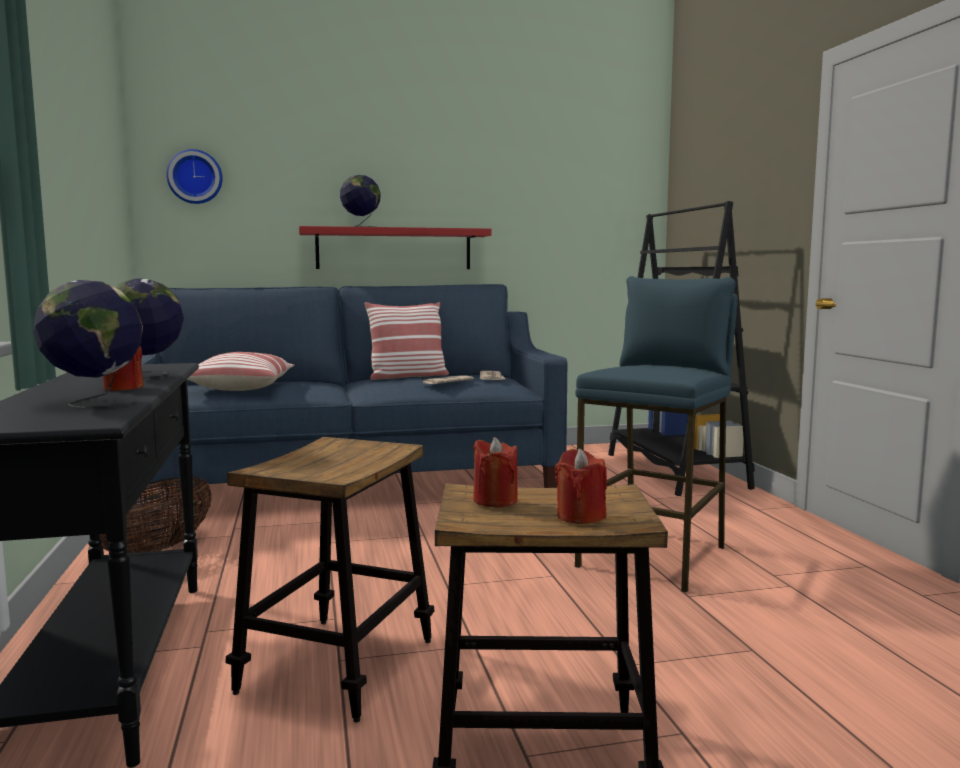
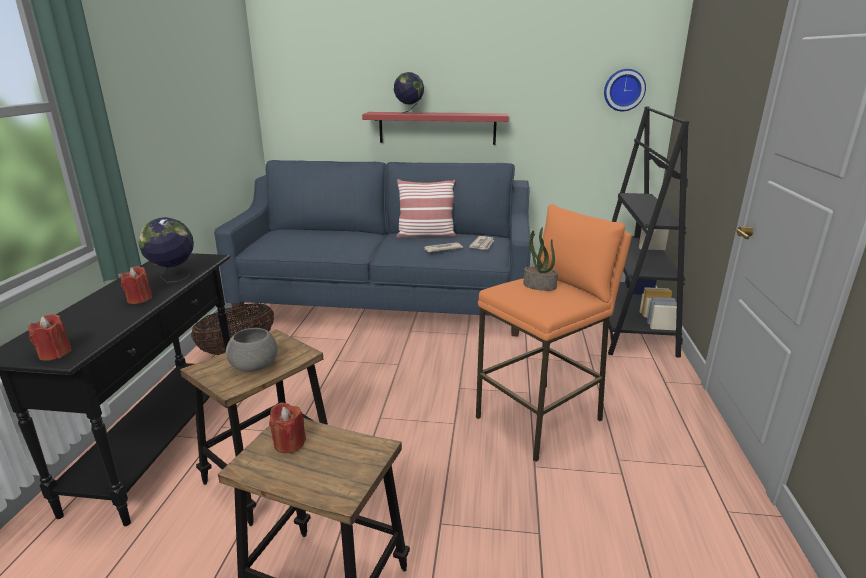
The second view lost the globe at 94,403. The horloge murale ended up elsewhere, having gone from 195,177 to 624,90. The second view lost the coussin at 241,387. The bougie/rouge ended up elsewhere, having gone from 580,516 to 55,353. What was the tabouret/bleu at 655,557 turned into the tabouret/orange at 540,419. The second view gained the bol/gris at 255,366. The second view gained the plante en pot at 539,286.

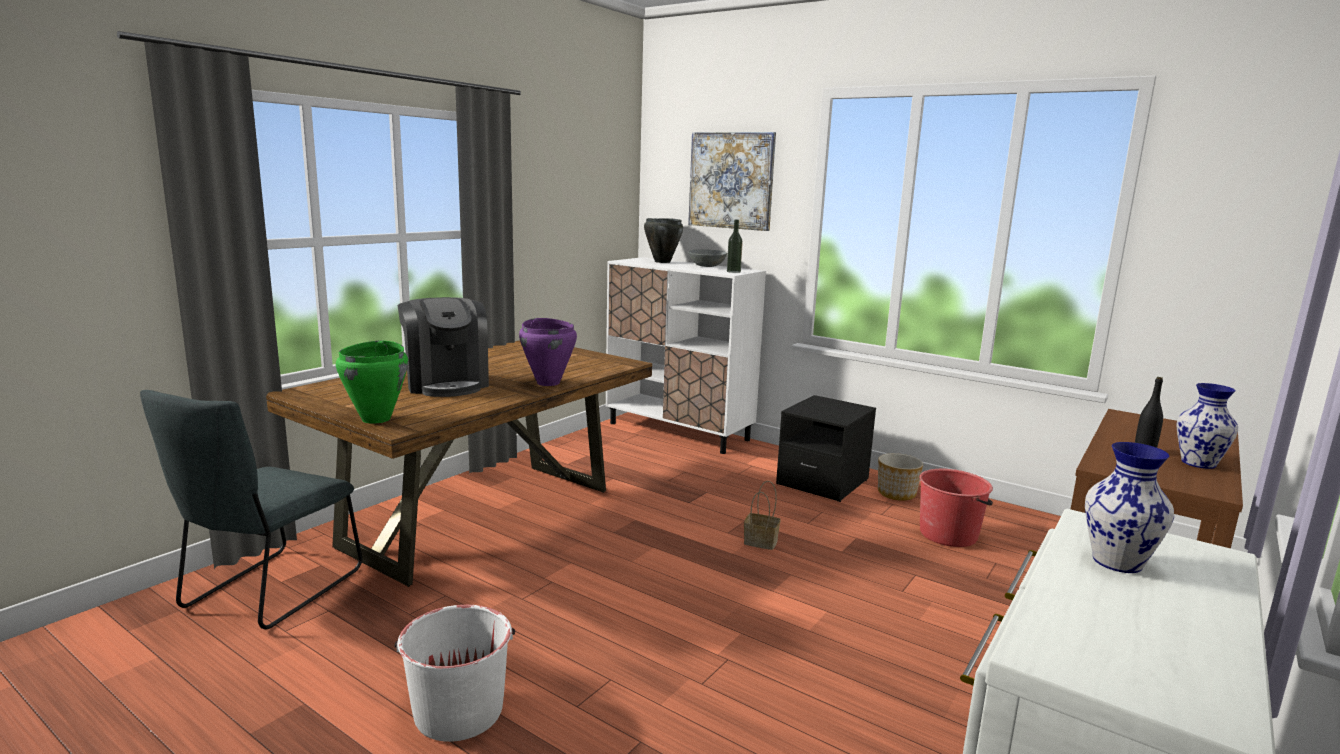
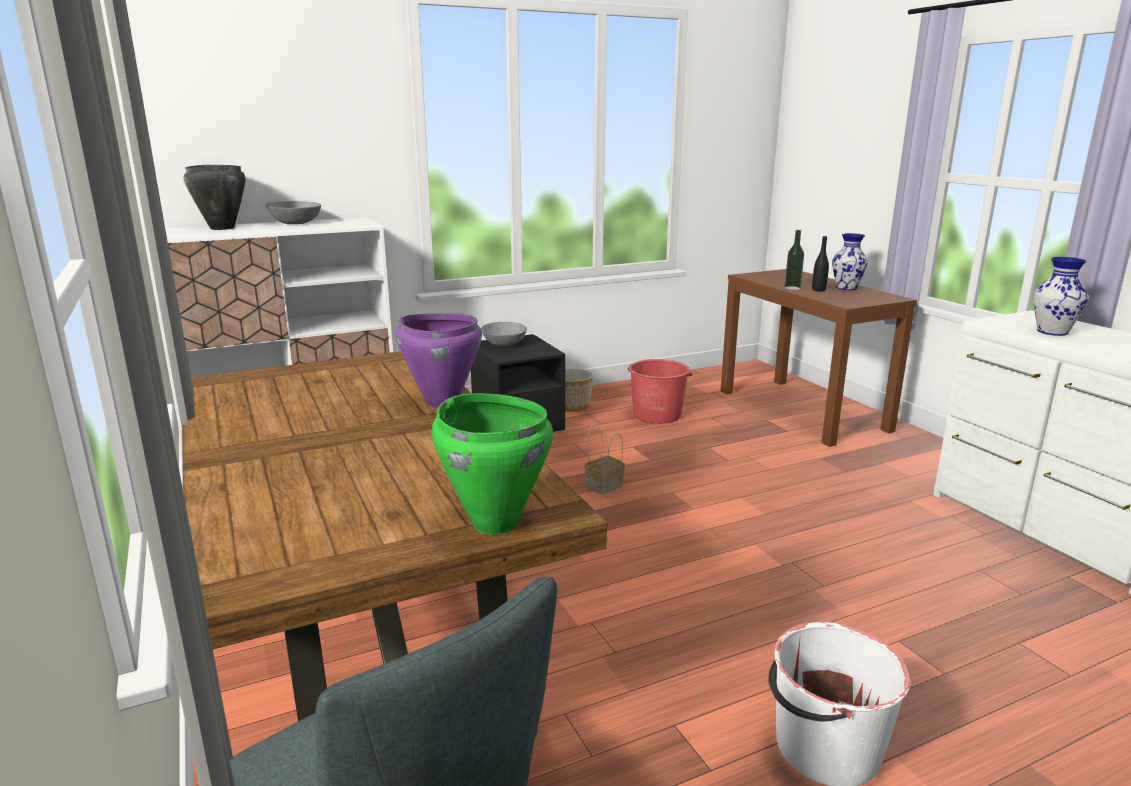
The second view lost the machine à café at 446,383. The second view lost the tableau at 731,180. The bouteille ended up elsewhere, having gone from 733,271 to 792,288. The second view gained the bol/gris at 503,344.

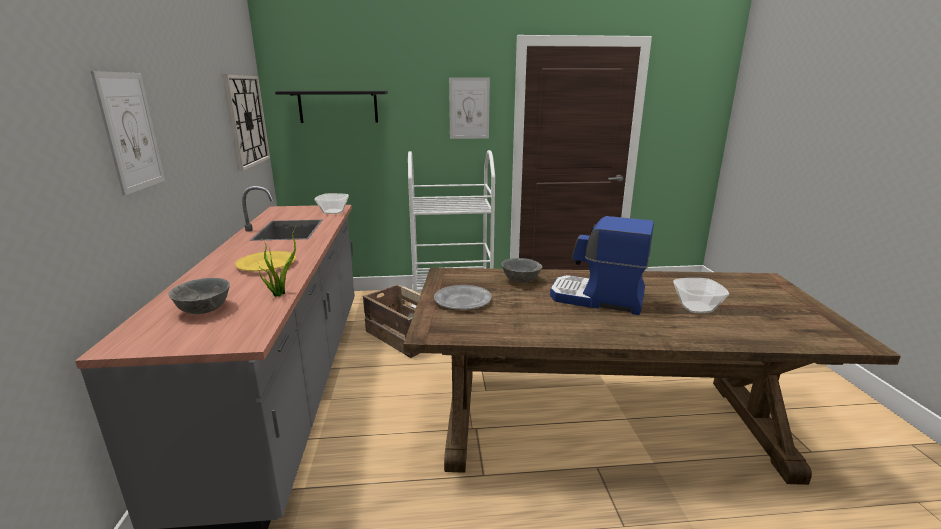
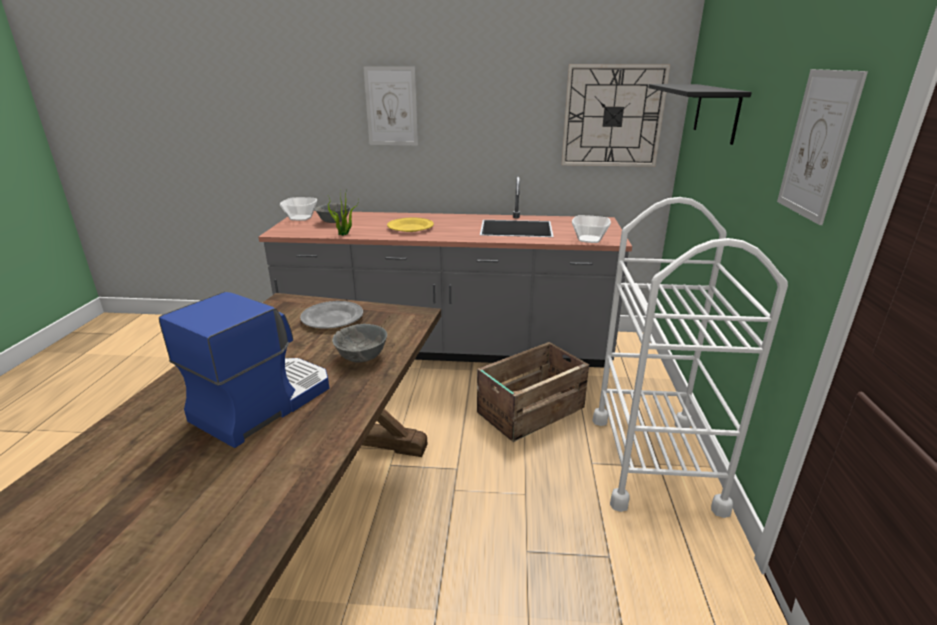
The bol ended up elsewhere, having gone from 696,308 to 300,218.

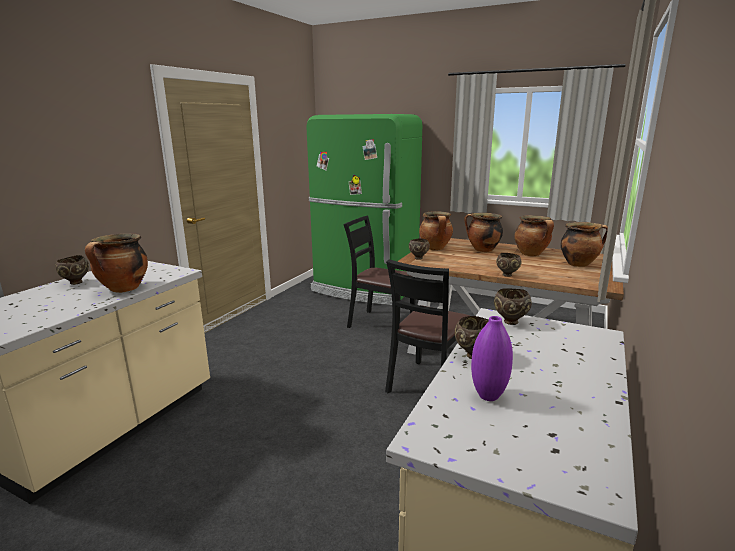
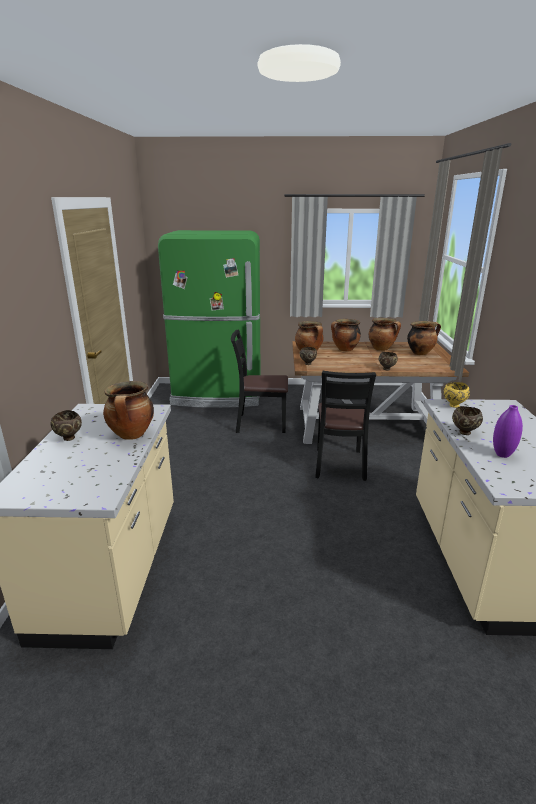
What was the bol/marron at 510,322 turned into the bol/jaune at 453,406.

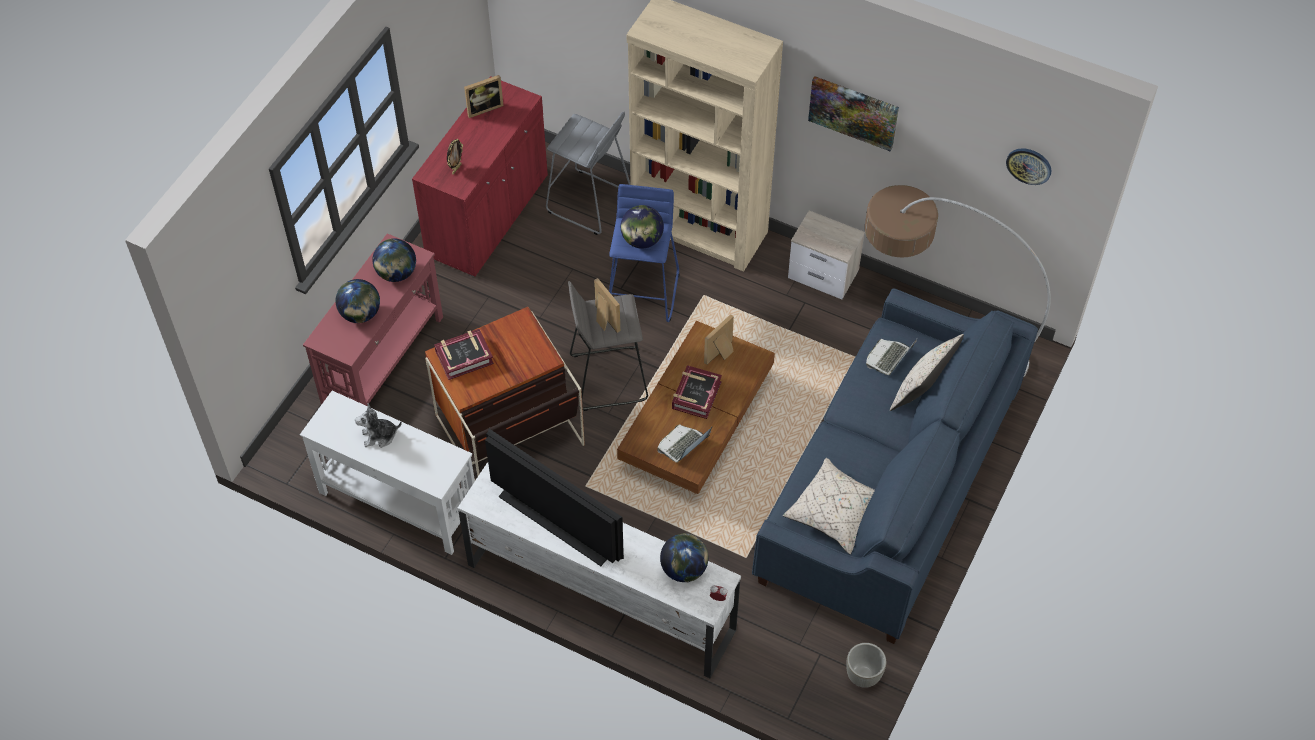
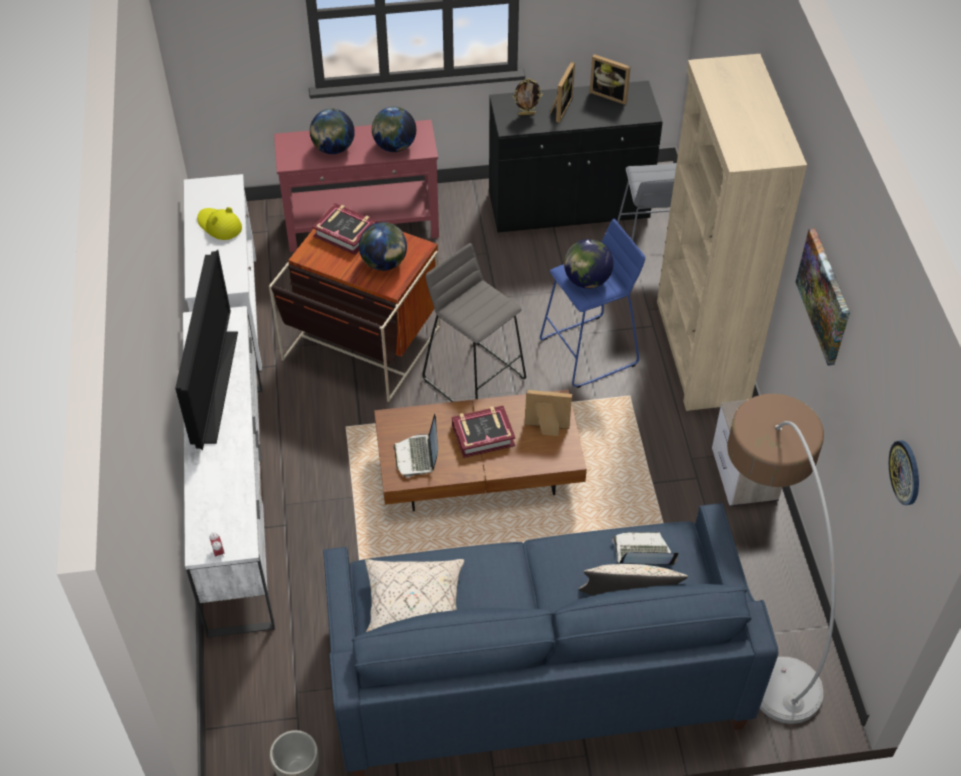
Where the peluche stood at 379,436, the chapeau/jaune came to stand at 219,225. What was the meuble de rangement/rouge at 487,216 turned into the meuble de rangement/noir at 568,206. The cadre photo ended up elsewhere, having gone from 603,320 to 559,108. The ordinateur portable at 683,445 ended up facing another way, 105 degrees counterclockwise from before. The globe ended up elsewhere, having gone from 684,569 to 384,263.

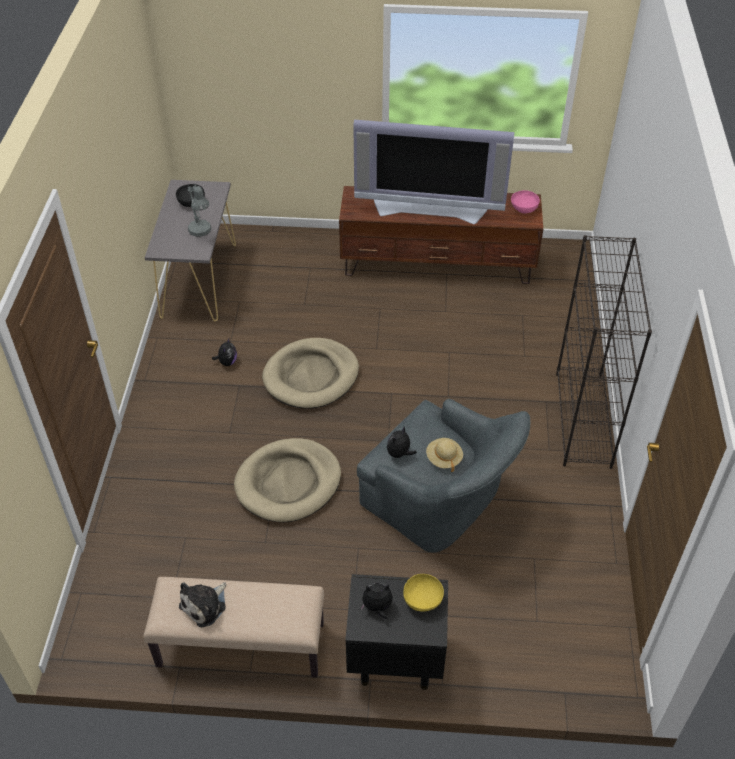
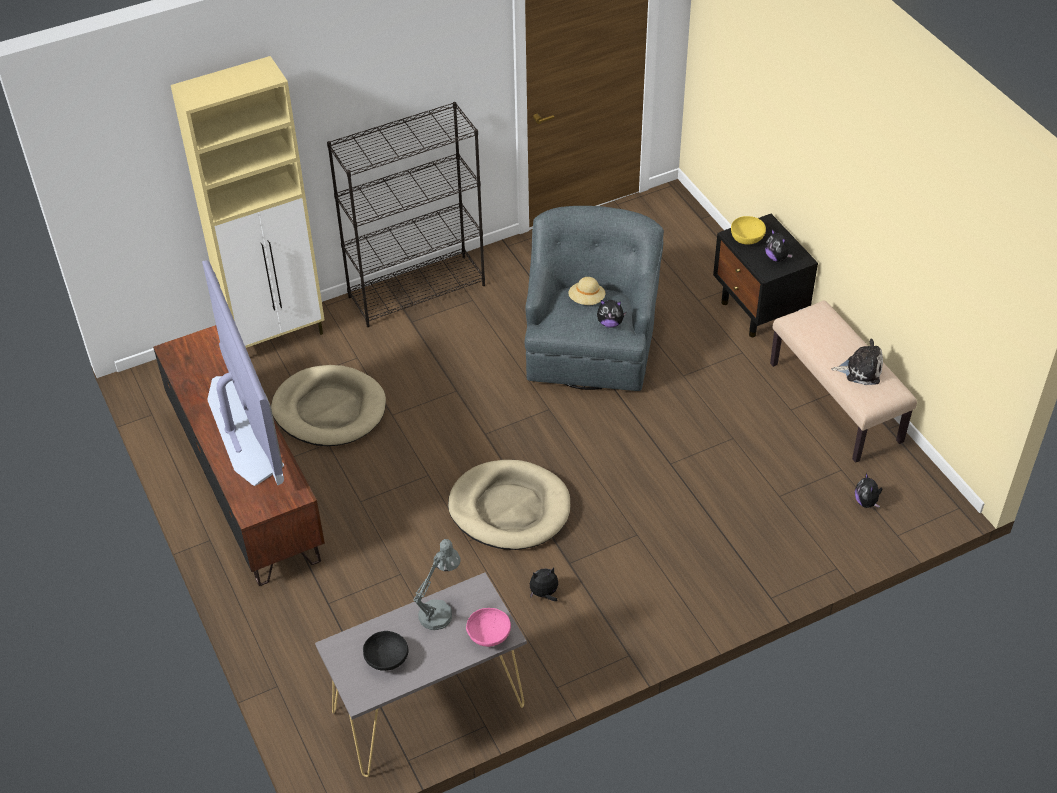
The panier pour chien/beige ended up elsewhere, having gone from 288,483 to 329,409. The bol/rose ended up elsewhere, having gone from 523,208 to 488,636. The second view gained the meuble de rangement/beige at 278,336. The second view gained the peluche at 866,502.

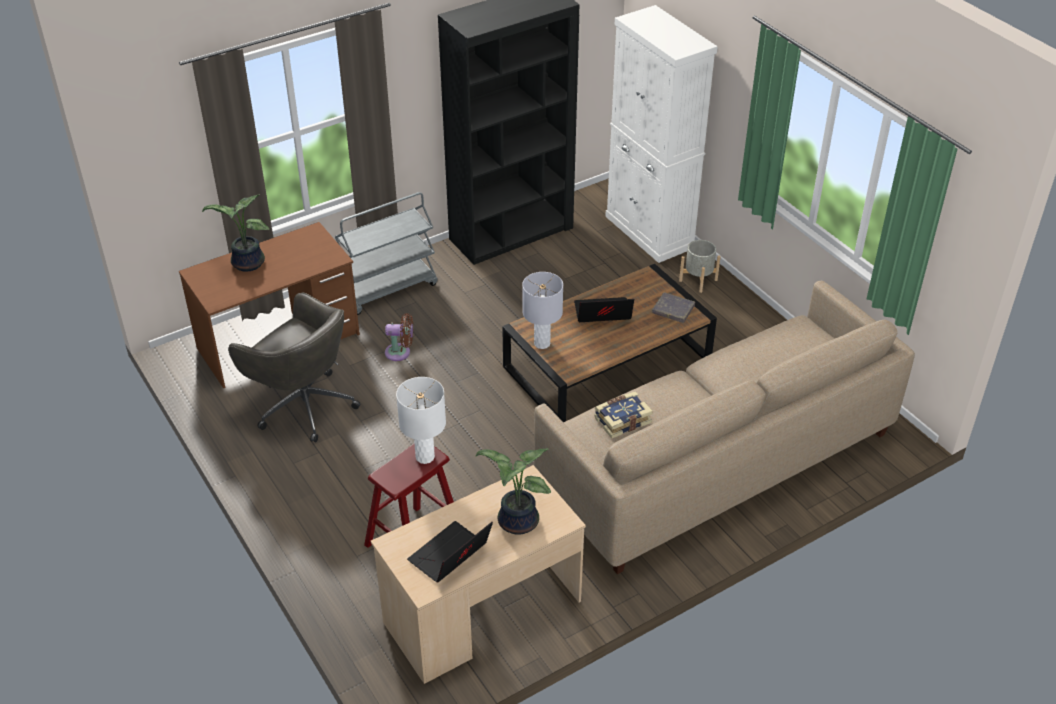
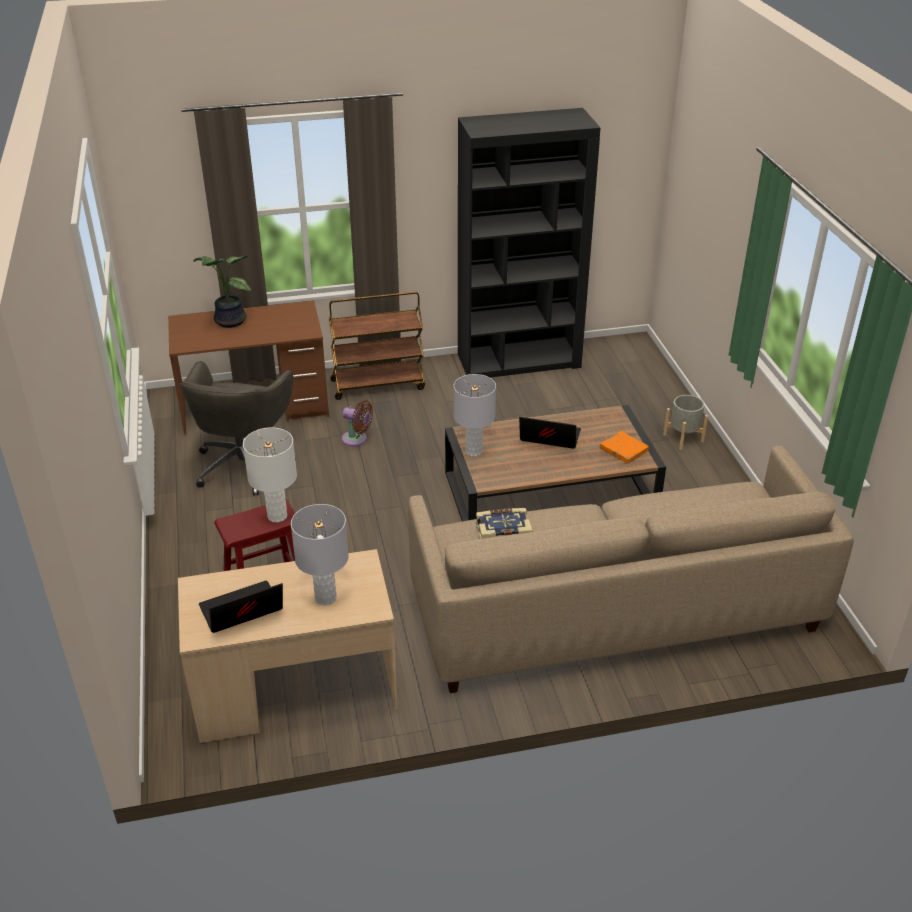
The chaise de bureau/gris at 303,405 ended up facing another way, 45 degrees clockwise from before. What was the chariot/gris at 389,289 turned into the chariot/marron at 378,384. Where the plante en pot stood at 515,522, the lampe de table/gris came to stand at 325,598. The second view lost the meuble de rangement/blanc at 649,232. What was the livre/gris at 673,310 turned into the livre/orange at 624,450.

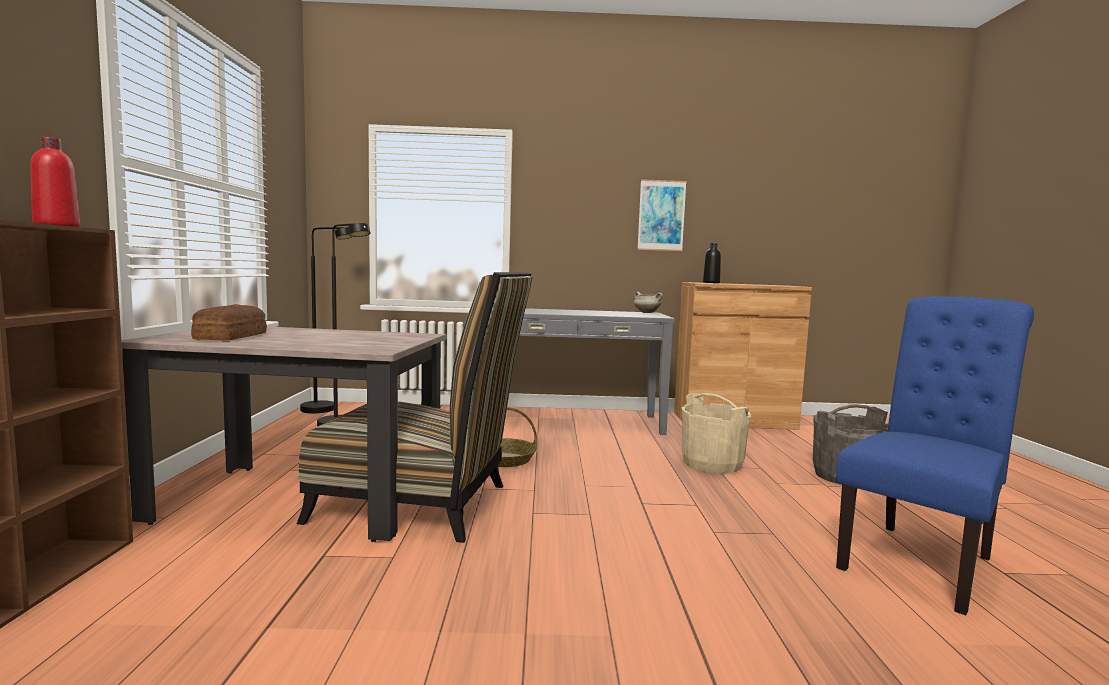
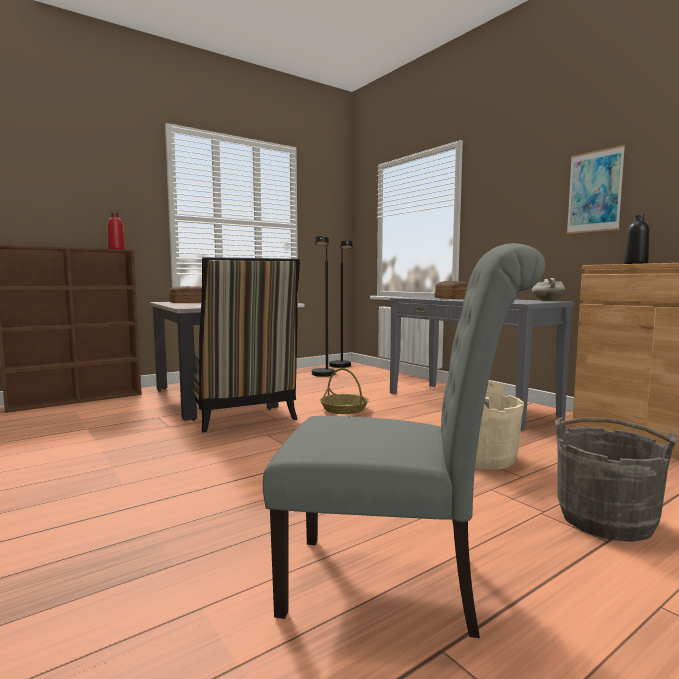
What was the chaise/bleu at 921,560 turned into the chaise/gris at 395,585. The second view gained the pain at 452,298.

